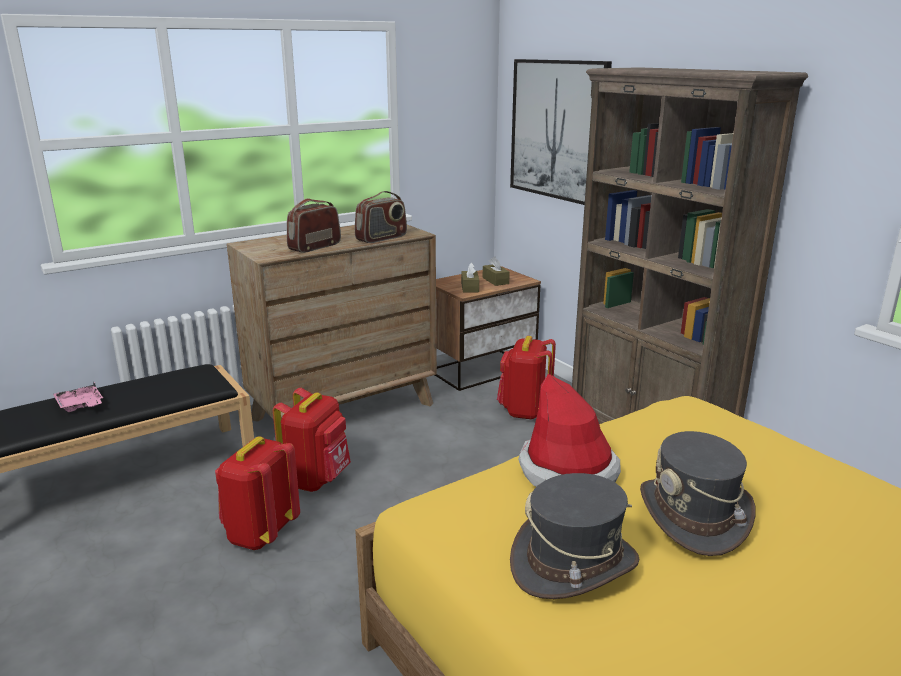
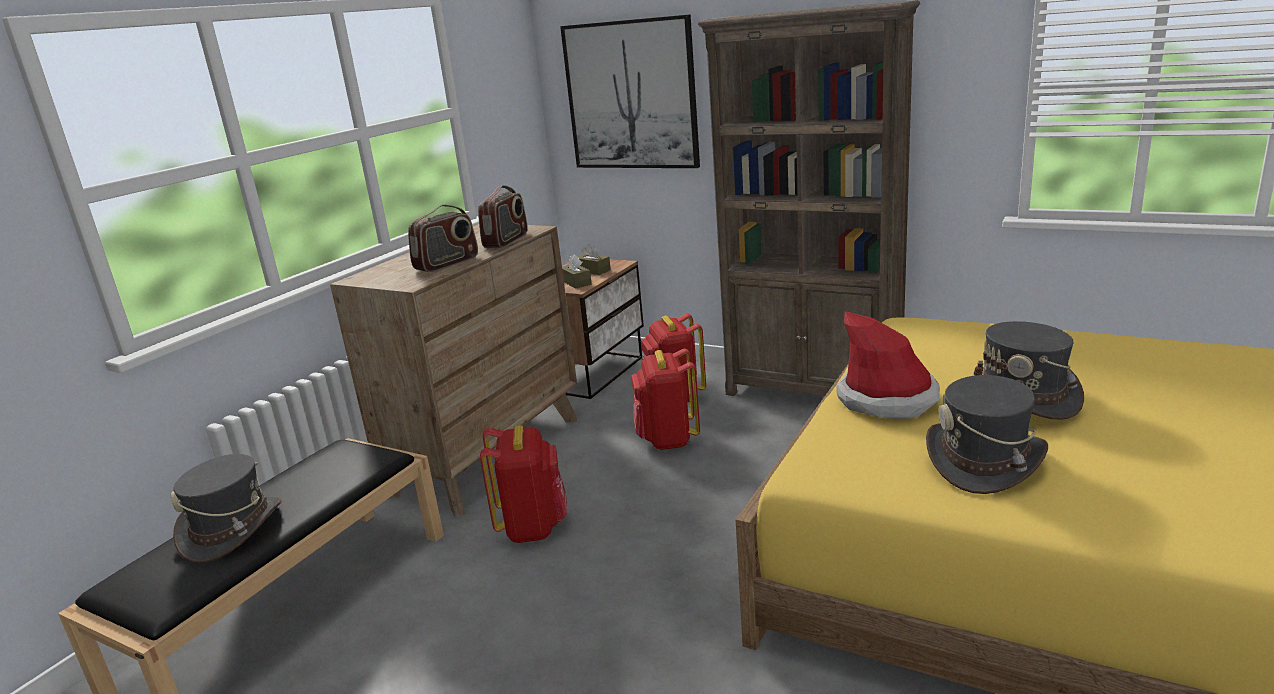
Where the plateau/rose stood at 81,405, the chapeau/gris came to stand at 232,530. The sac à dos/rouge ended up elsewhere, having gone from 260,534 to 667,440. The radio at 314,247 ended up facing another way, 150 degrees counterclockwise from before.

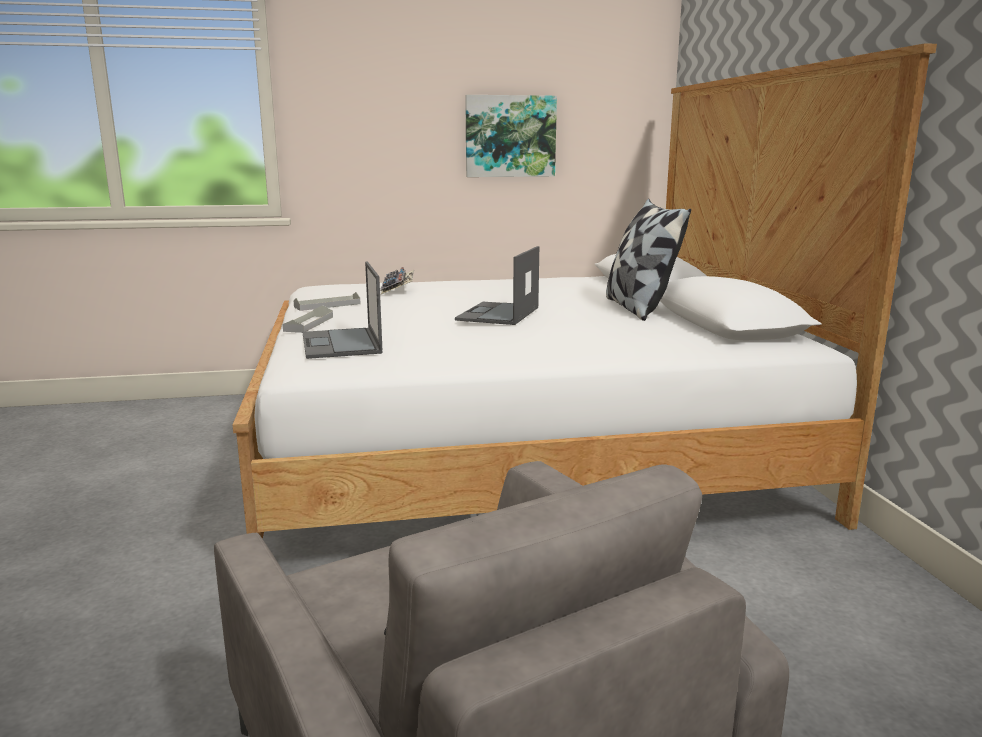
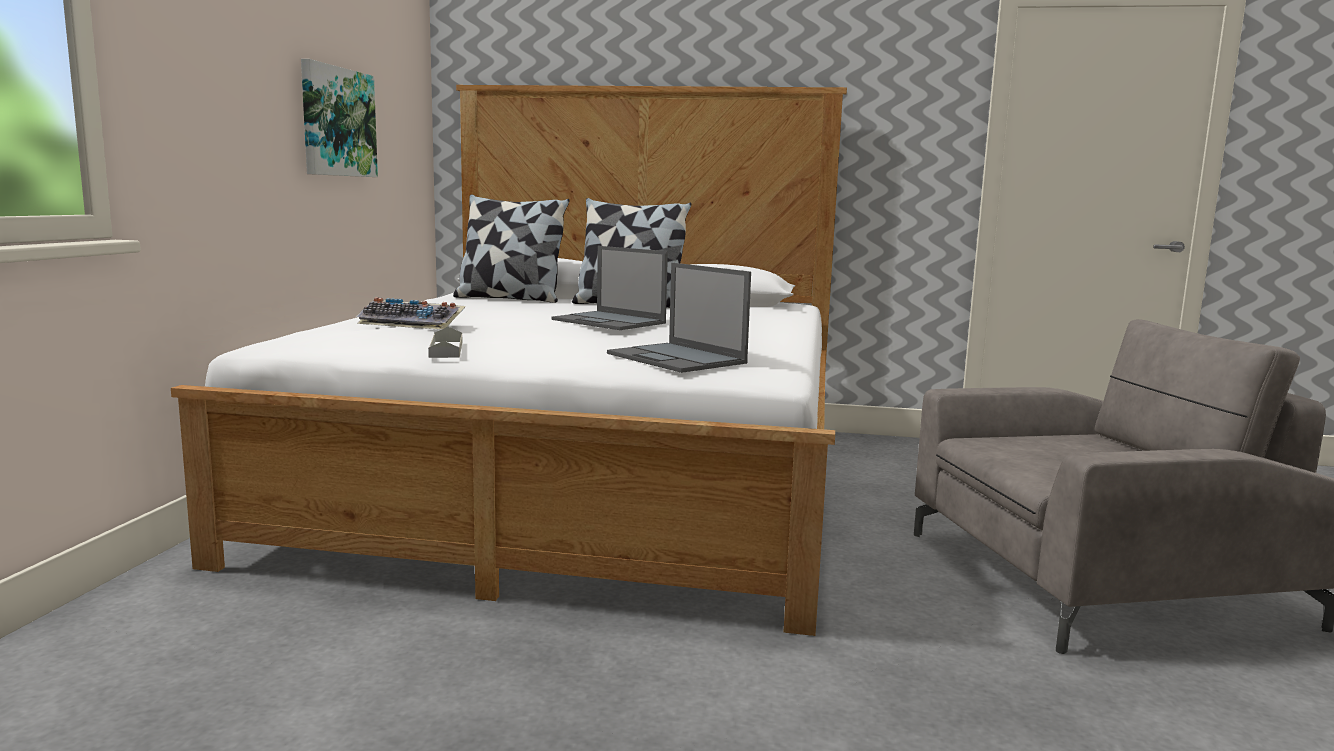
The second view lost the plateau/gris at 309,324. The ordinateur portable at 341,344 ended up facing another way, 45 degrees clockwise from before. The second view gained the coussin at 510,298.

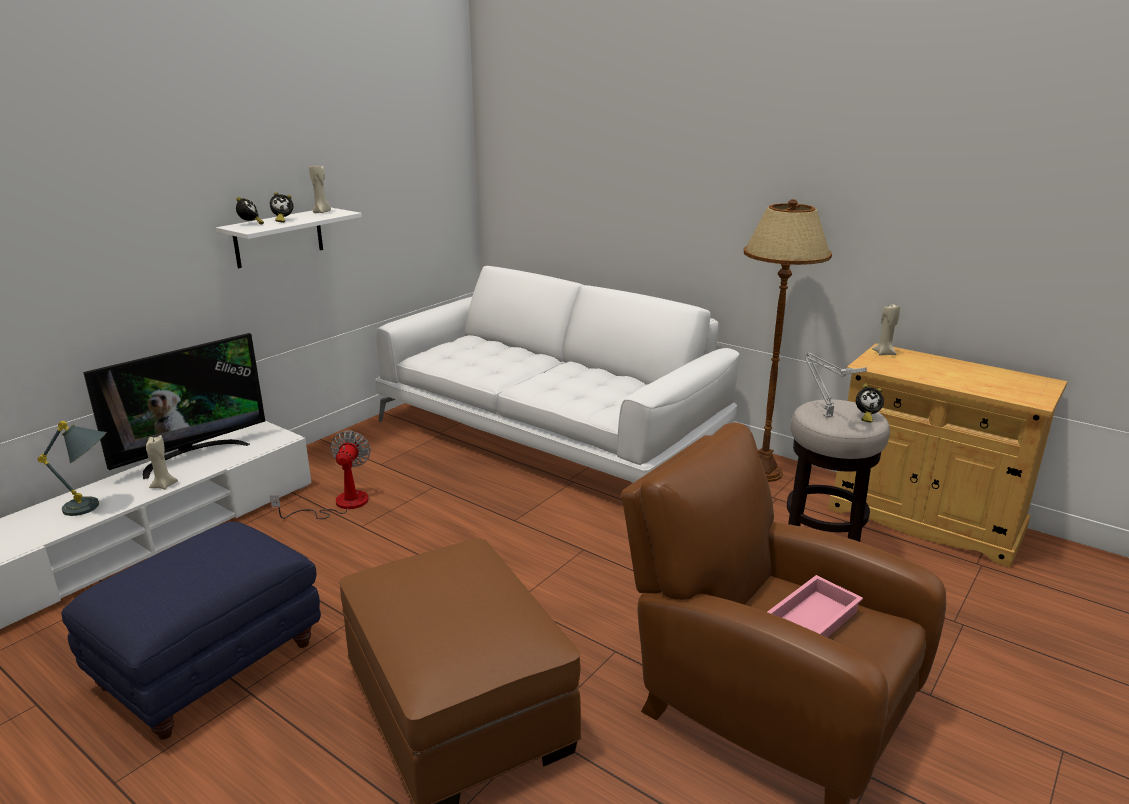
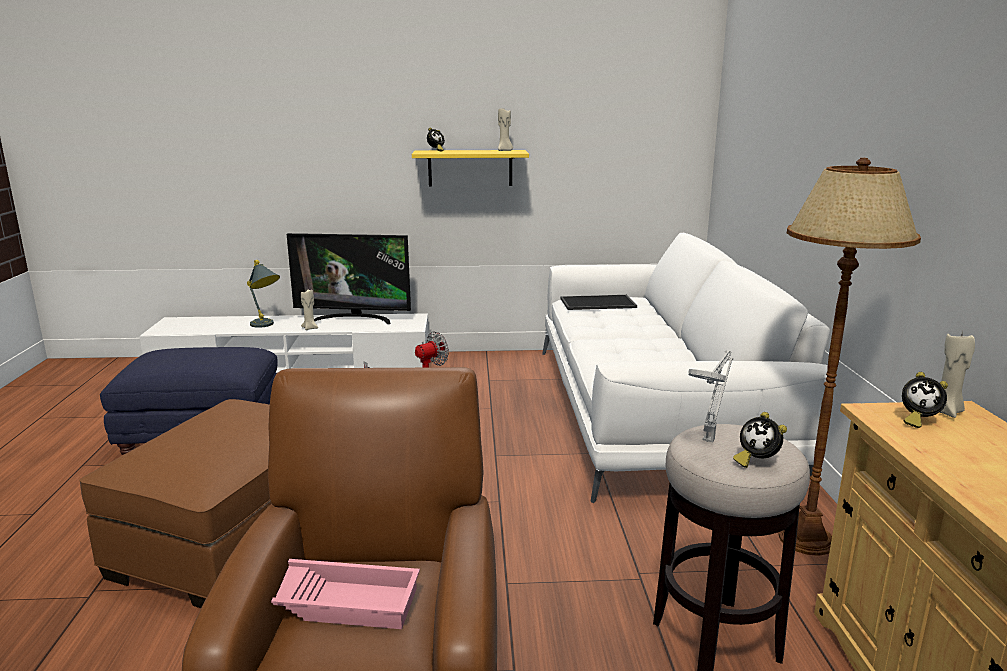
What was the étagère/blanc at 279,237 turned into the étagère/jaune at 470,168. The réveil ended up elsewhere, having gone from 282,220 to 917,420. The second view gained the plateau at 597,303.

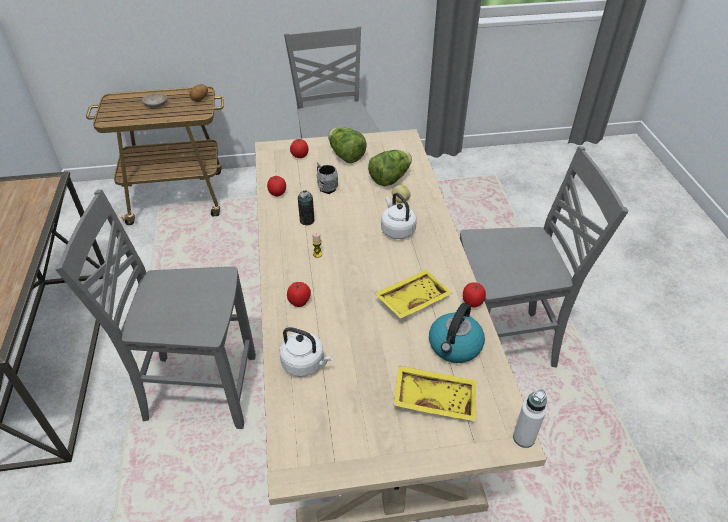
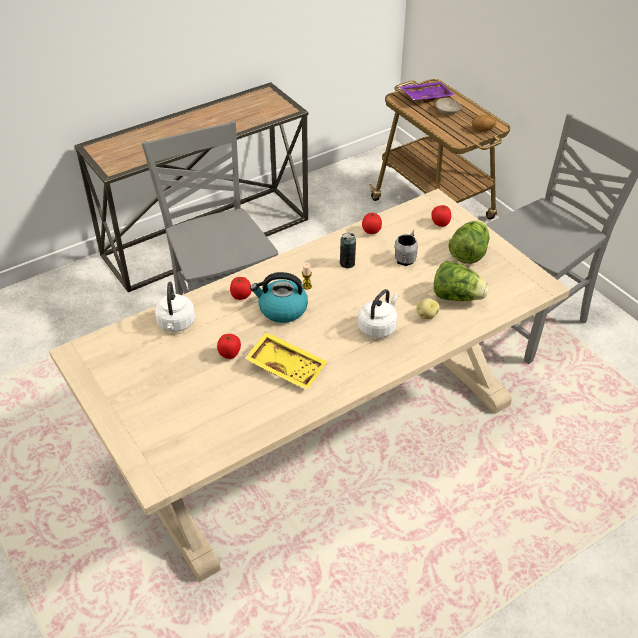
The second view lost the plateau/jaune at 435,398. The bouilloire ended up elsewhere, having gone from 455,346 to 282,309. The second view lost the chaise/gris at 503,344. The tomate ended up elsewhere, having gone from 472,302 to 230,354. The second view lost the bouteille/blanc at 523,438. The second view gained the plateau/violet at 426,97.

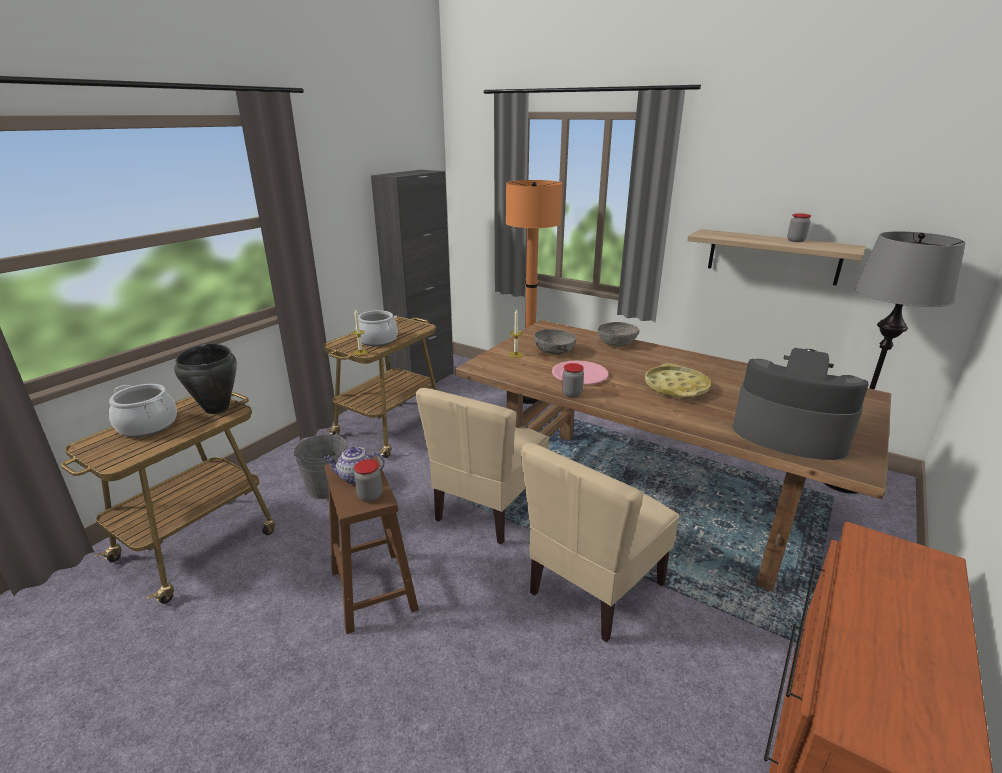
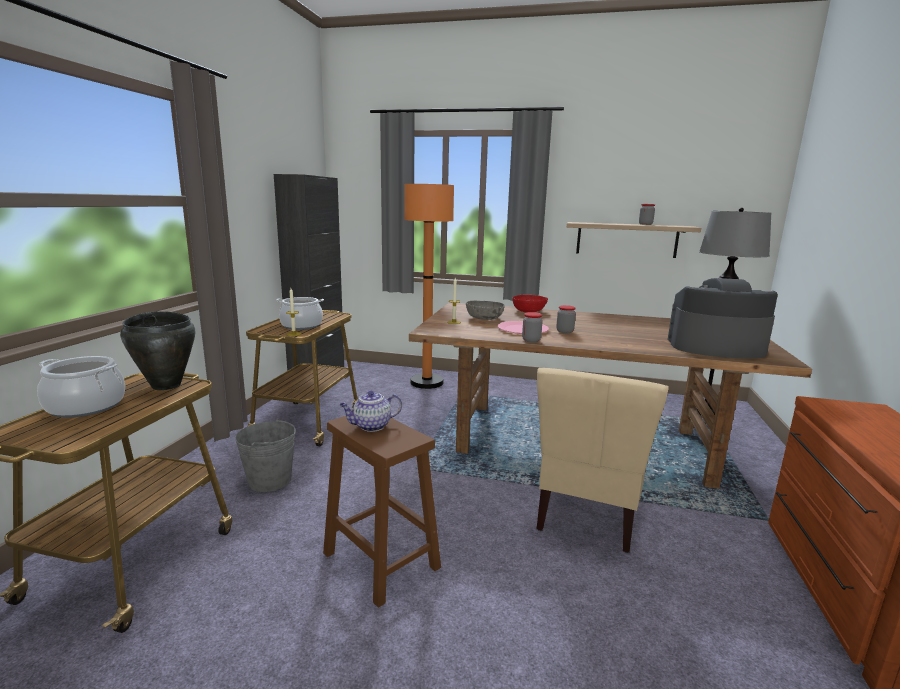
The bocal ended up elsewhere, having gone from 370,495 to 564,331. The second view lost the chaise/beige at 488,509. What was the bol/gris at 617,343 turned into the bol/rouge at 529,311. The second view lost the plateau/jaune at 676,387.

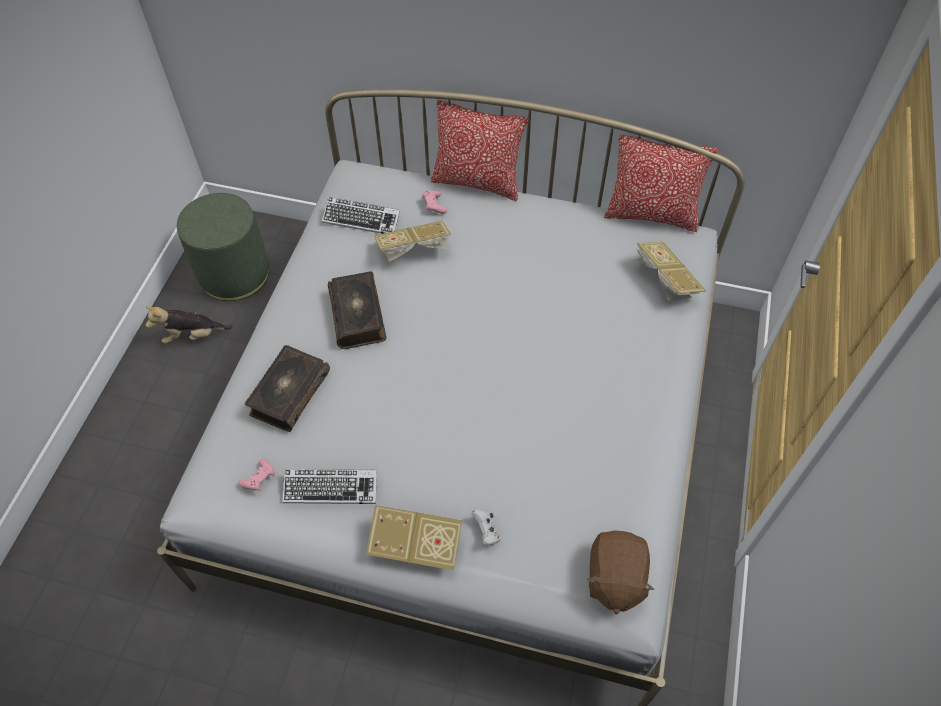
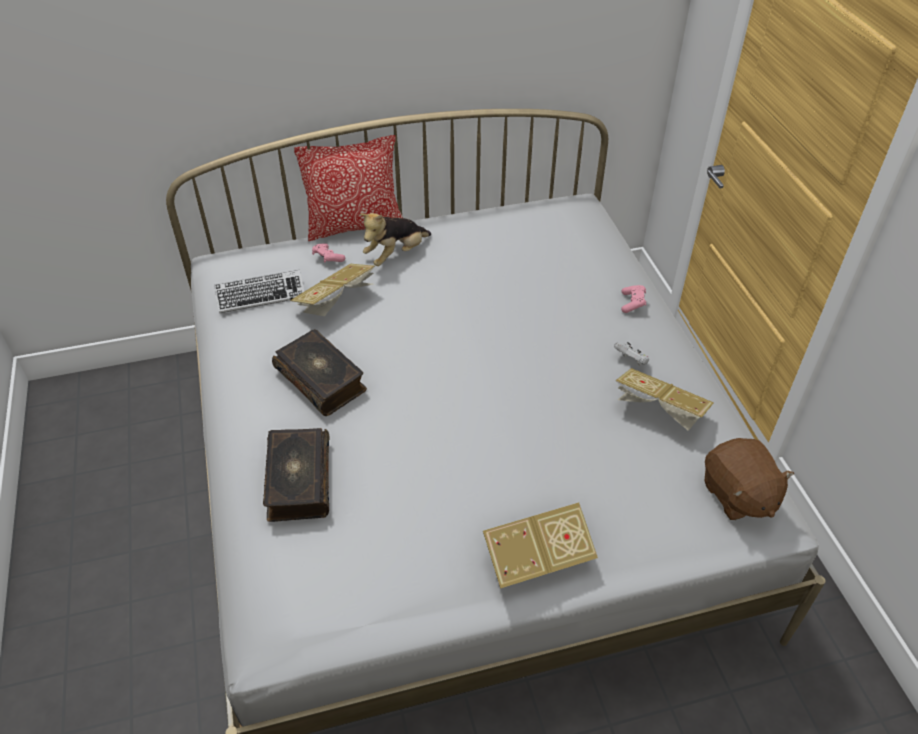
The peluche ended up elsewhere, having gone from 193,335 to 396,255. The second view lost the pouf/vert at 234,273. The manette/rose ended up elsewhere, having gone from 259,479 to 632,303. The second view lost the clavier at 331,488. The manette/blanc ended up elsewhere, having gone from 486,532 to 631,361. The second view lost the coussin at 651,215. The livre ended up elsewhere, having gone from 664,282 to 659,412.

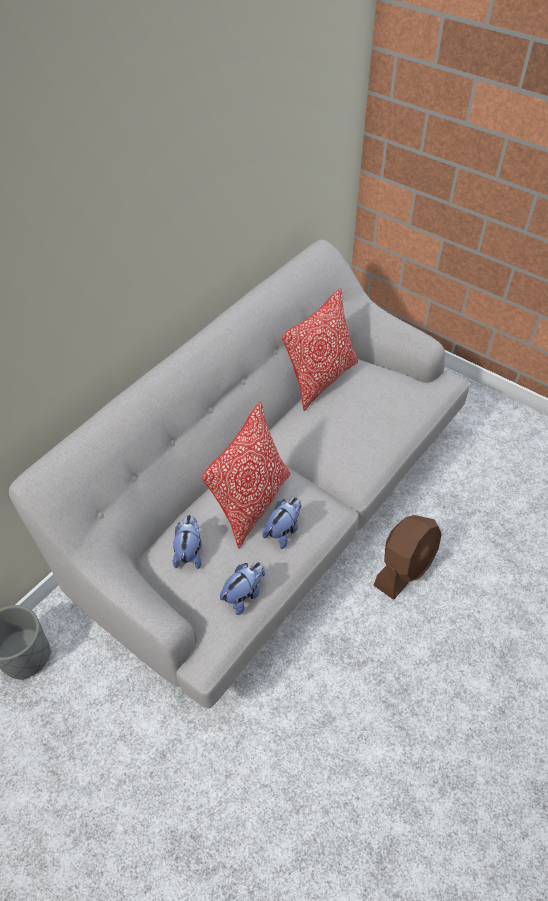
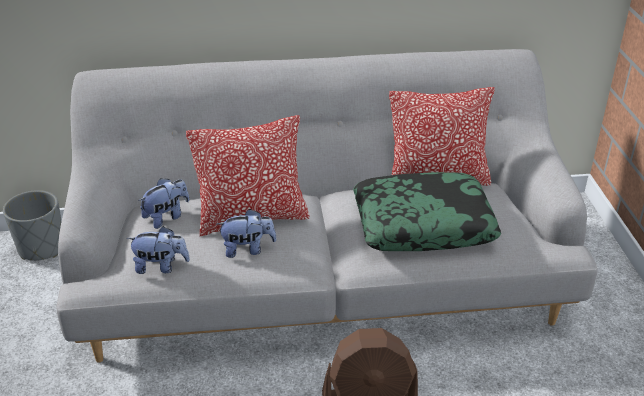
The second view gained the coussin at 423,224.

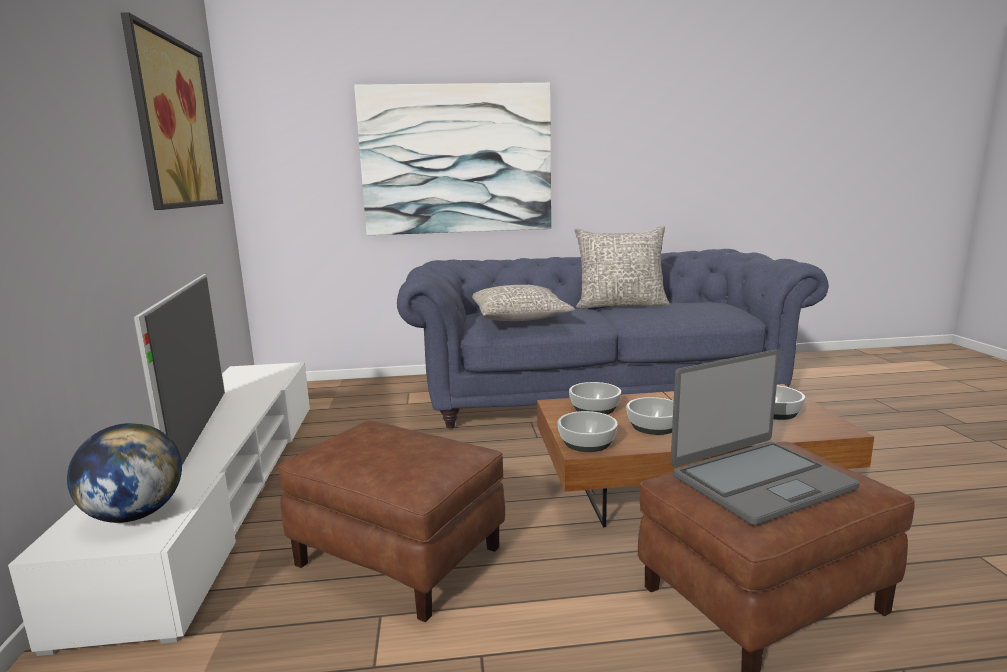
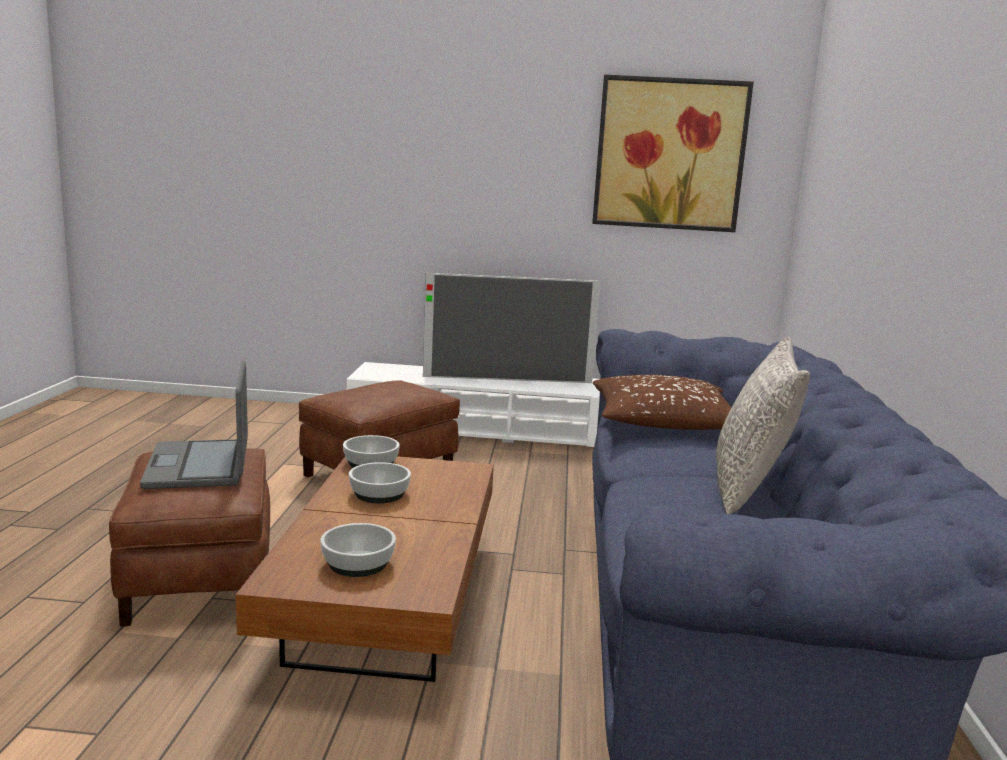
The second view lost the globe at 135,515. The second view lost the tableau at 457,160. What was the coussin/gris at 520,318 turned into the coussin/marron at 662,423. The second view lost the bol at 594,408.

